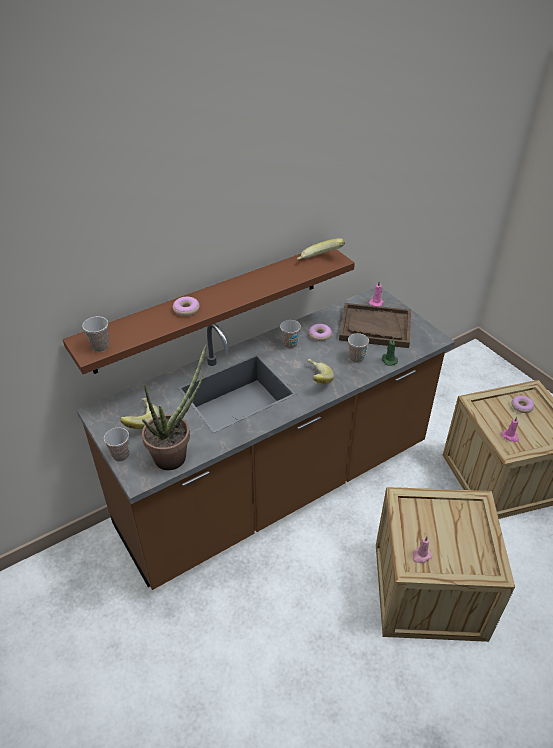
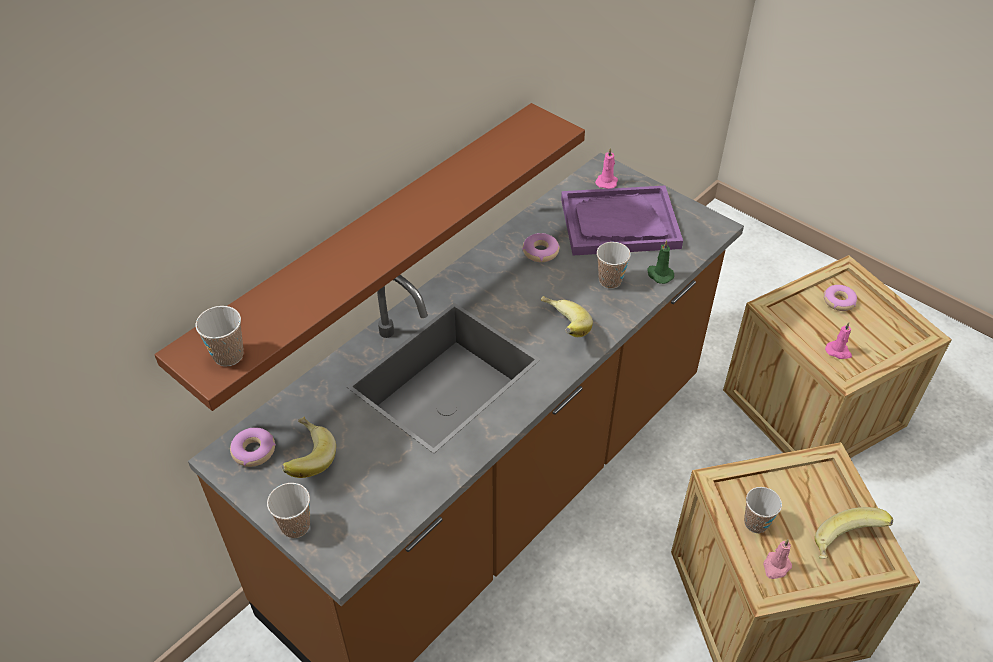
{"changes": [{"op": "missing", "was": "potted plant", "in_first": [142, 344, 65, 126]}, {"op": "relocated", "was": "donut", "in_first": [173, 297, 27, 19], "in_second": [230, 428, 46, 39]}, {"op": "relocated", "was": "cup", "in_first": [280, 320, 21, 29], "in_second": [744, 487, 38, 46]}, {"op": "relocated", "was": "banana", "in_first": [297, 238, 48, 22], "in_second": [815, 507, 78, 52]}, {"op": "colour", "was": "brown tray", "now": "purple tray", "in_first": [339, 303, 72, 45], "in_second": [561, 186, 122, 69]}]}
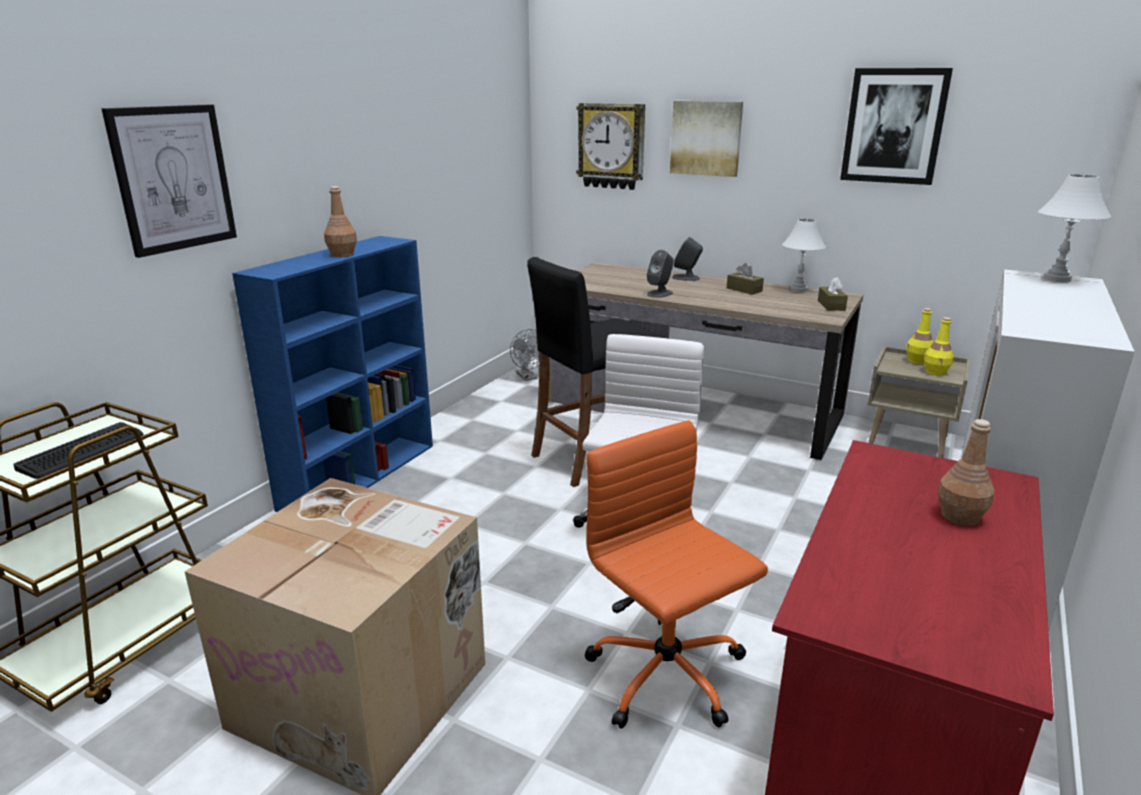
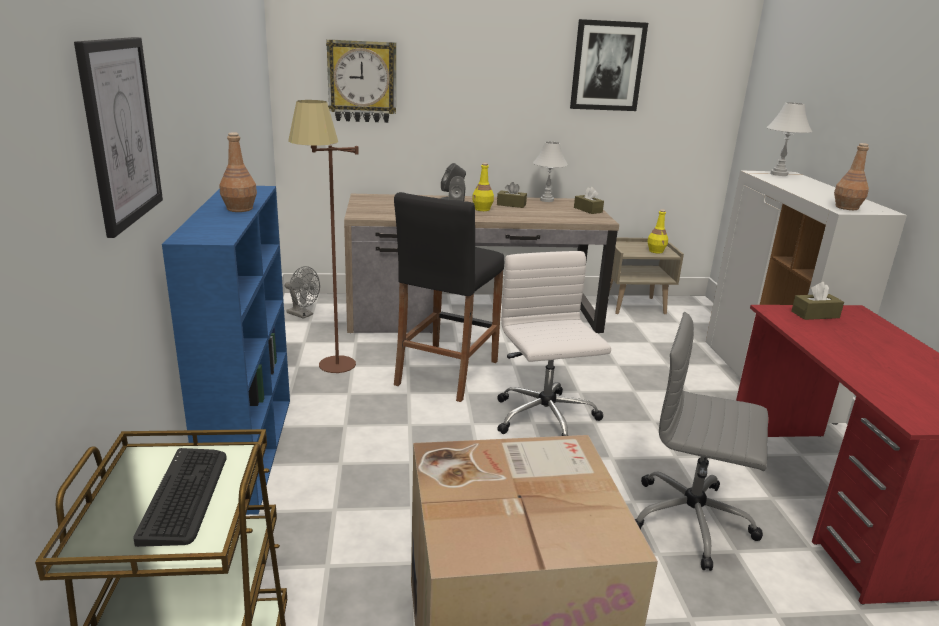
{"changes": [{"op": "colour", "was": "orange office chair", "now": "grey office chair", "in_first": [584, 420, 184, 309], "in_second": [635, 312, 134, 259]}, {"op": "missing", "was": "picture", "in_first": [670, 101, 73, 76]}, {"op": "relocated", "was": "yellow bottle", "in_first": [906, 308, 28, 56], "in_second": [472, 163, 22, 48]}, {"op": "relocated", "was": "brown bottle", "in_first": [937, 419, 58, 107], "in_second": [834, 143, 35, 67]}, {"op": "appeared", "now": "brown floor lamp", "in_second": [288, 100, 71, 273]}, {"op": "appeared", "now": "brown tissue box", "in_second": [791, 282, 53, 38]}]}
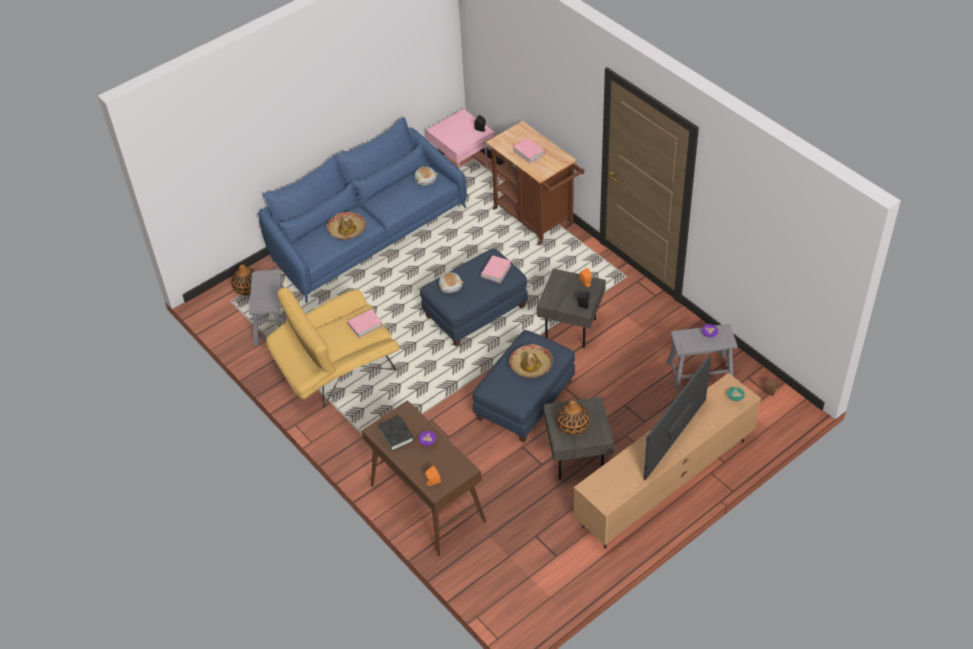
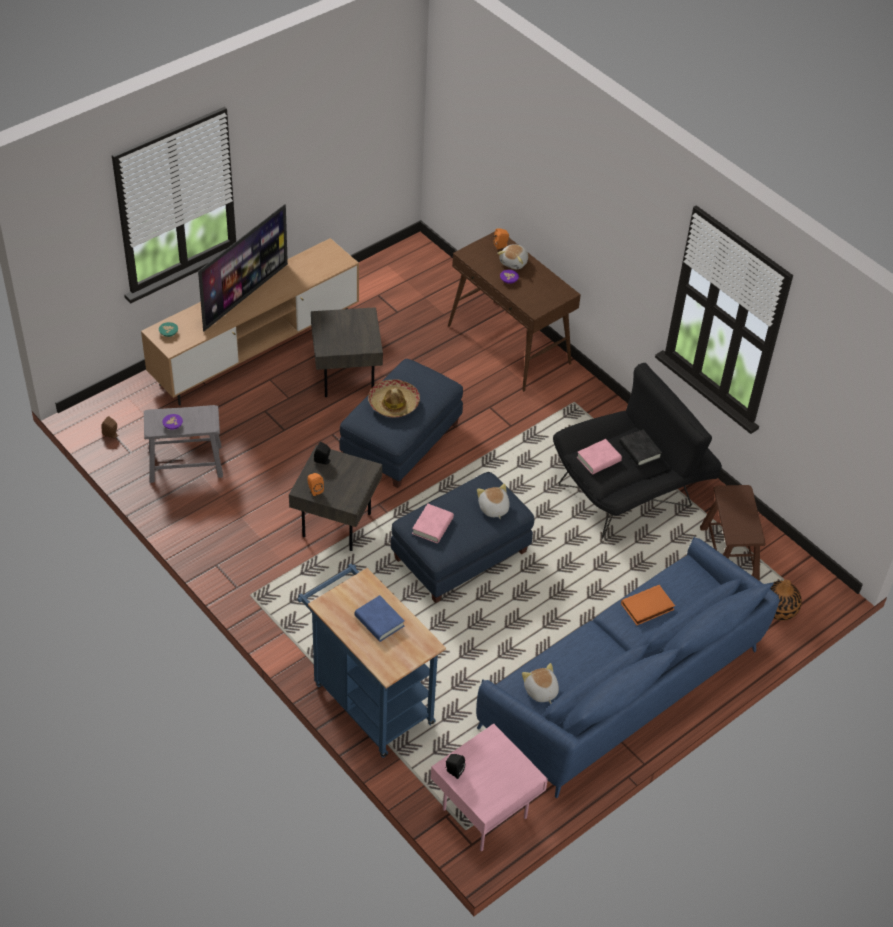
{"changes": [{"op": "colour", "was": "grey stool", "now": "brown stool", "in_first": [249, 269, 36, 77], "in_second": [700, 485, 65, 96]}, {"op": "colour", "was": "yellow armchair", "now": "black armchair", "in_first": [266, 287, 134, 120], "in_second": [553, 363, 169, 176]}, {"op": "exchanged", "was": "hat", "now": "orange book", "in_first": [327, 212, 39, 28], "in_second": [621, 585, 54, 40]}, {"op": "relocated", "was": "black book", "in_first": [378, 416, 36, 35], "in_second": [620, 429, 42, 37]}, {"op": "colour", "was": "brown cart", "now": "blue cart", "in_first": [486, 121, 99, 124], "in_second": [297, 563, 149, 195]}, {"op": "colour", "was": "pink book", "now": "blue book", "in_first": [513, 138, 32, 25], "in_second": [354, 595, 51, 47]}, {"op": "missing", "was": "vase", "in_first": [556, 401, 34, 34]}, {"op": "appeared", "now": "plush toy", "in_second": [497, 244, 31, 25]}]}
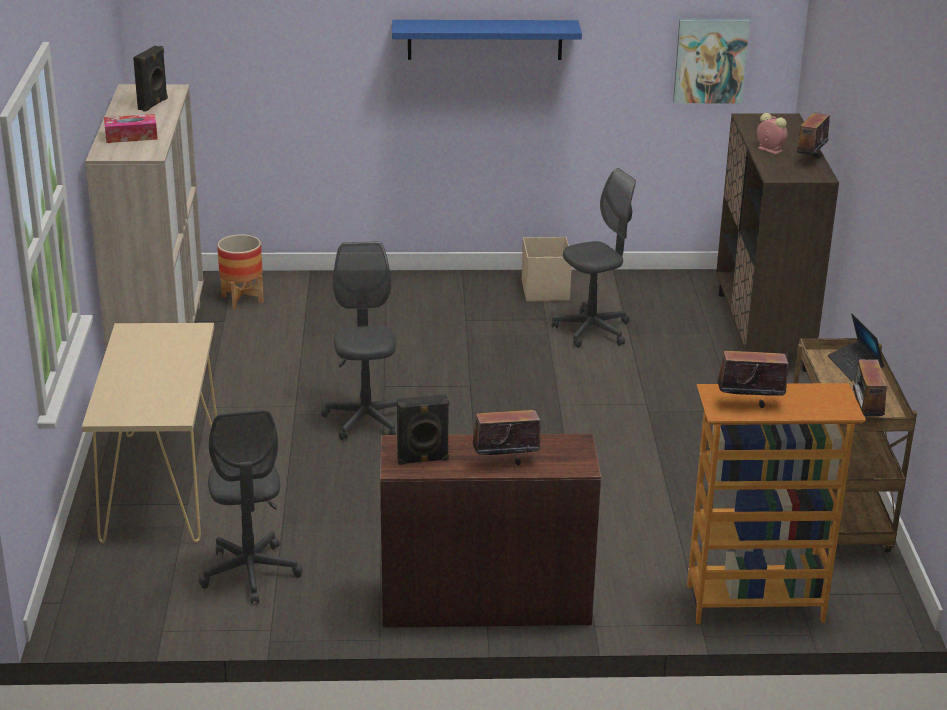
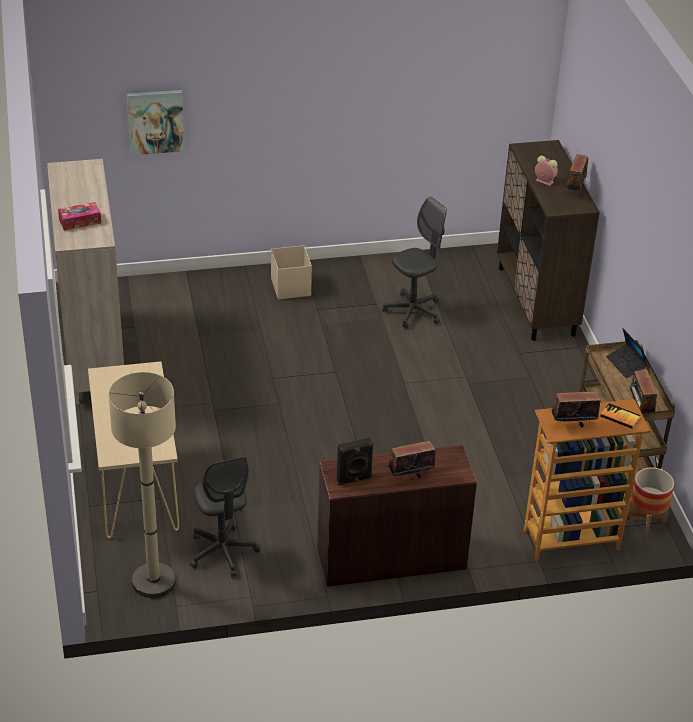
{"changes": [{"op": "missing", "was": "black speaker", "in_first": [133, 46, 35, 66]}, {"op": "relocated", "was": "planter", "in_first": [217, 234, 47, 76], "in_second": [626, 467, 48, 68]}, {"op": "missing", "was": "grey office chair", "in_first": [321, 241, 76, 199]}, {"op": "missing", "was": "blue shelf", "in_first": [392, 20, 190, 40]}, {"op": "relocated", "was": "beige storage box", "in_first": [522, 237, 50, 64], "in_second": [271, 245, 41, 55]}, {"op": "relocated", "was": "picture", "in_first": [673, 19, 77, 84], "in_second": [127, 90, 58, 65]}, {"op": "appeared", "now": "beige floor lamp", "in_second": [109, 372, 67, 226]}, {"op": "appeared", "now": "book", "in_second": [600, 403, 41, 26]}]}
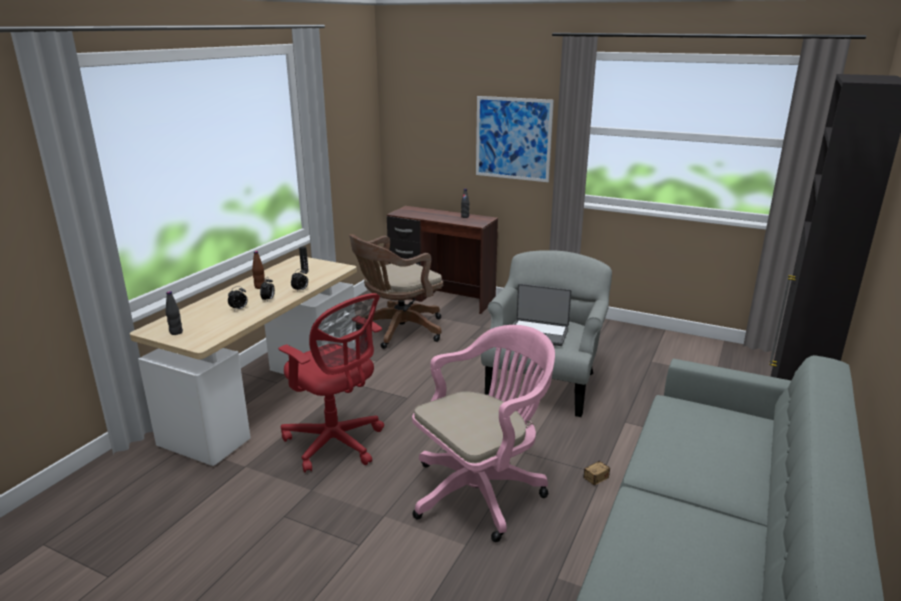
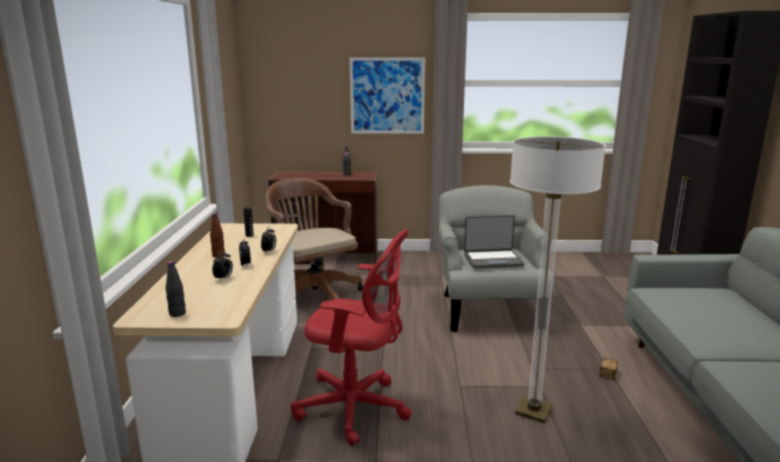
{"changes": [{"op": "spun", "was": "brown office chair", "in_first": [349, 234, 94, 115], "in_second": [266, 178, 97, 122], "clockwise": 120}, {"op": "exchanged", "was": "pink office chair", "now": "floor lamp", "in_first": [412, 325, 143, 217], "in_second": [510, 136, 96, 287]}]}
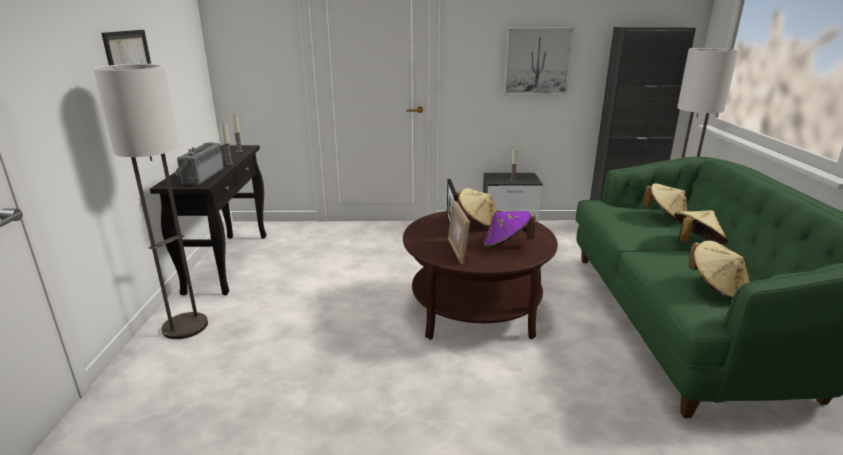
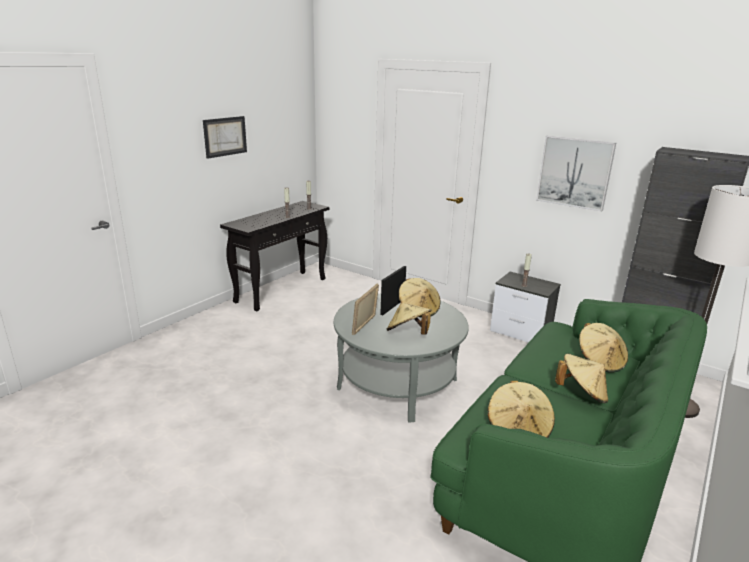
{"changes": [{"op": "missing", "was": "floor lamp", "in_first": [93, 64, 115, 275]}, {"op": "missing", "was": "radio", "in_first": [174, 142, 50, 43]}, {"op": "colour", "was": "brown coffee table", "now": "grey coffee table", "in_first": [403, 209, 155, 131], "in_second": [334, 294, 135, 129]}, {"op": "colour", "was": "purple hat", "now": "beige hat", "in_first": [484, 211, 52, 37], "in_second": [386, 302, 46, 33]}]}
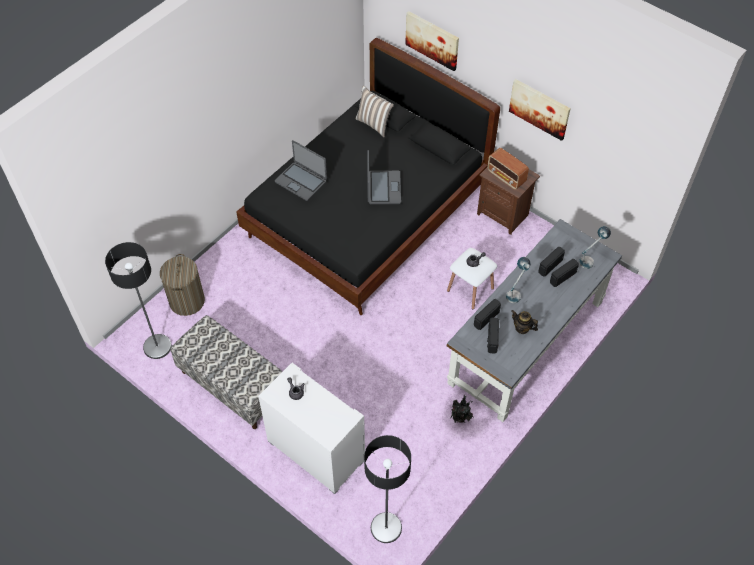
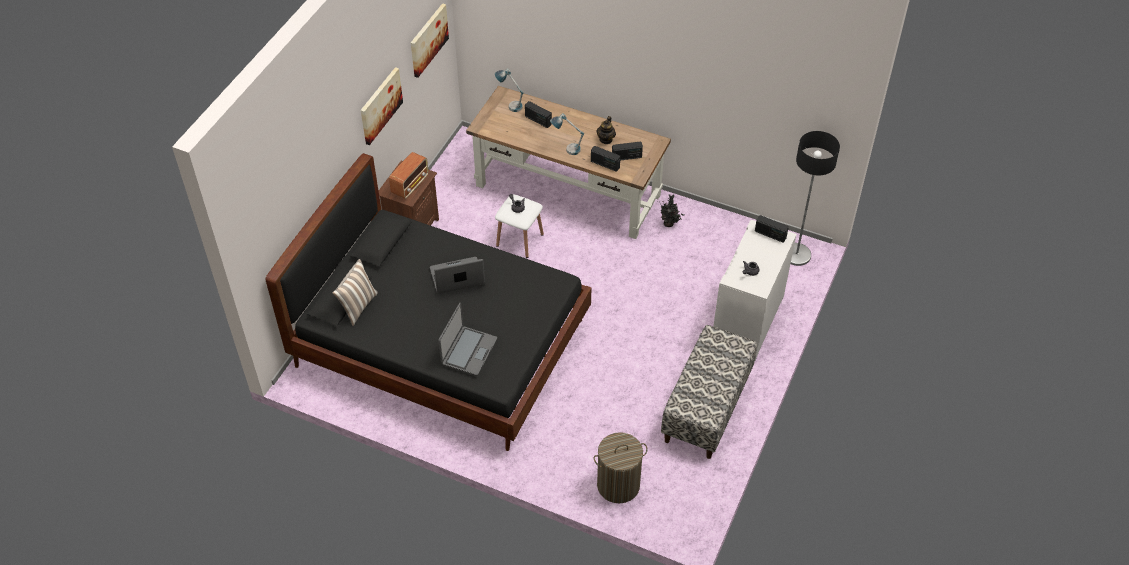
{"changes": [{"op": "missing", "was": "floor lamp", "in_first": [105, 242, 67, 117]}, {"op": "relocated", "was": "picture", "in_first": [405, 11, 54, 60], "in_second": [411, 3, 38, 75]}, {"op": "colour", "was": "grey desk", "now": "brown desk", "in_first": [447, 219, 175, 203], "in_second": [466, 86, 205, 153]}, {"op": "relocated", "was": "radio", "in_first": [538, 246, 27, 31], "in_second": [755, 215, 34, 28]}]}
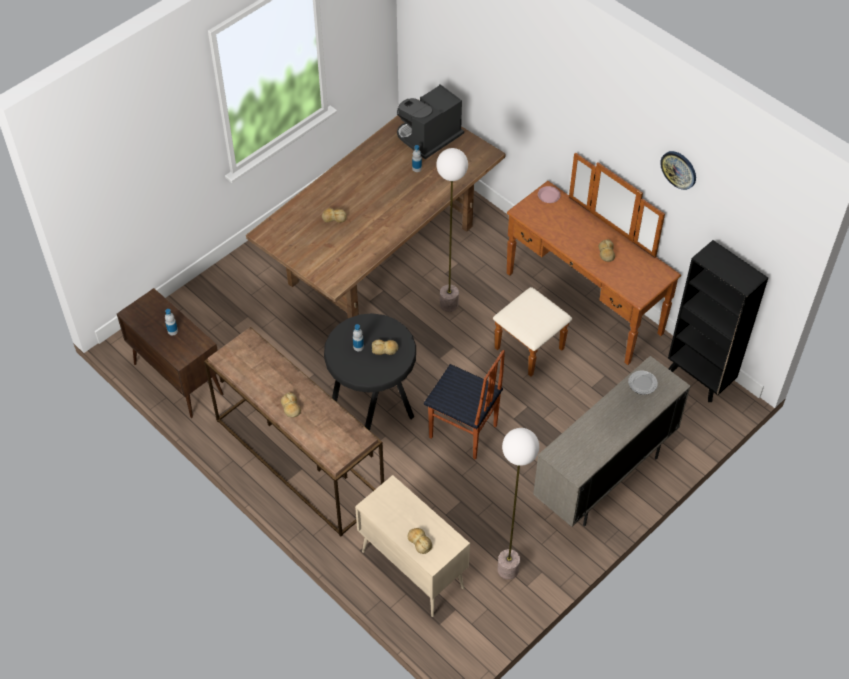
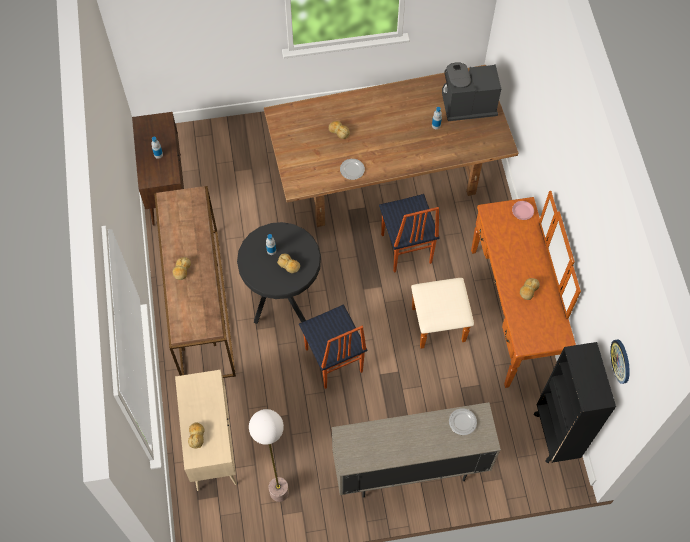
{"changes": [{"op": "exchanged", "was": "floor lamp", "now": "chair", "in_first": [436, 148, 32, 164], "in_second": [379, 194, 61, 79]}, {"op": "relocated", "was": "wall clock", "in_first": [660, 151, 36, 39], "in_second": [610, 339, 20, 45]}, {"op": "appeared", "now": "plate", "in_second": [340, 159, 25, 21]}]}
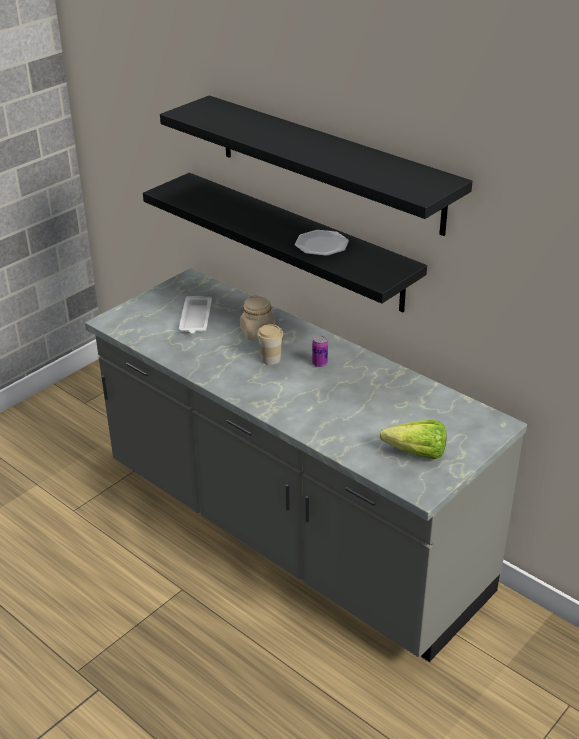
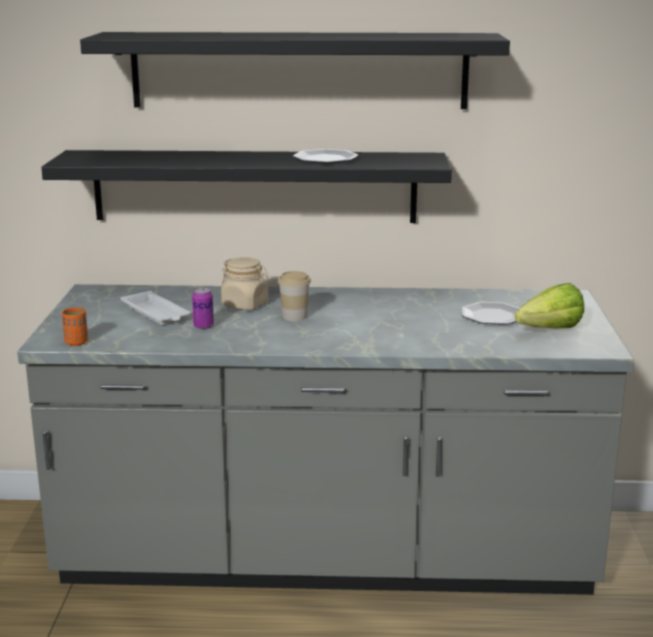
{"changes": [{"op": "relocated", "was": "can", "in_first": [312, 336, 16, 31], "in_second": [192, 288, 22, 41]}, {"op": "appeared", "now": "orange cup", "in_second": [62, 308, 26, 38]}, {"op": "appeared", "now": "plate", "in_second": [461, 302, 58, 23]}]}
